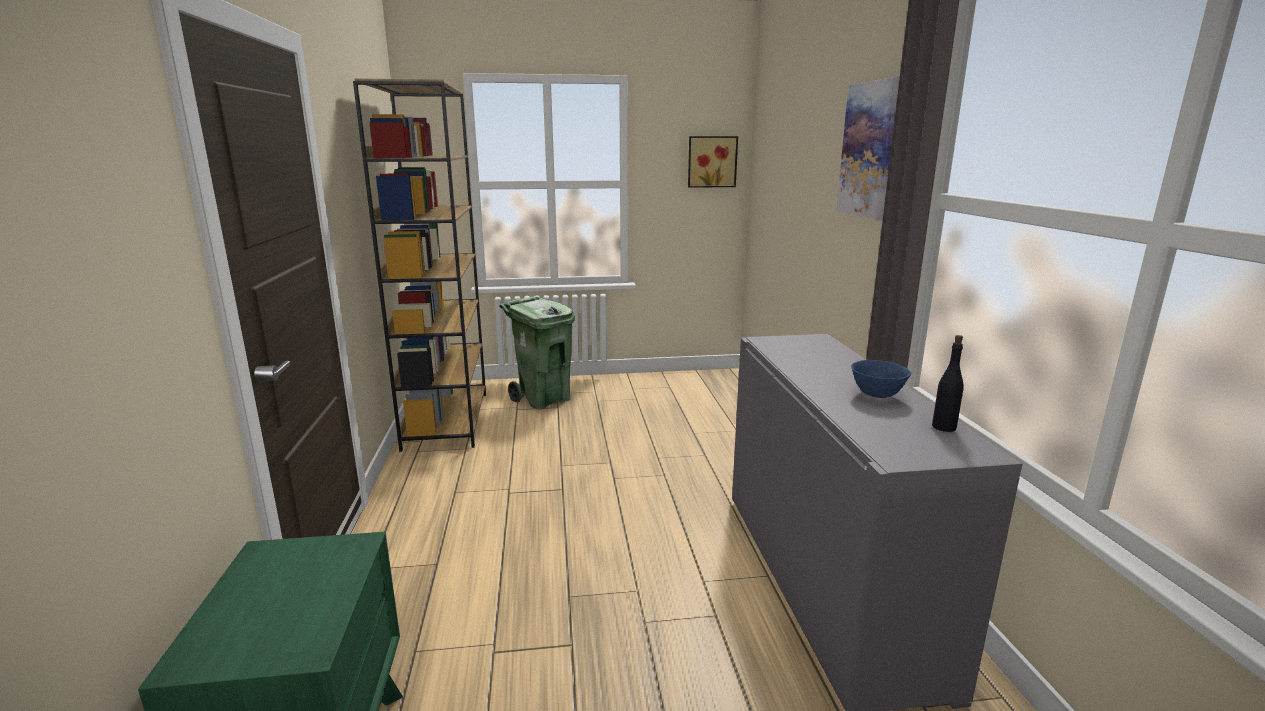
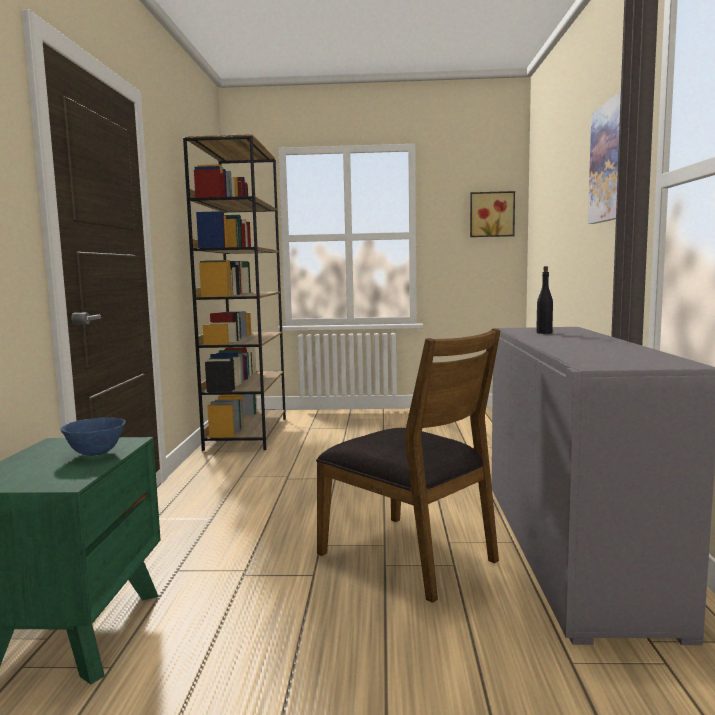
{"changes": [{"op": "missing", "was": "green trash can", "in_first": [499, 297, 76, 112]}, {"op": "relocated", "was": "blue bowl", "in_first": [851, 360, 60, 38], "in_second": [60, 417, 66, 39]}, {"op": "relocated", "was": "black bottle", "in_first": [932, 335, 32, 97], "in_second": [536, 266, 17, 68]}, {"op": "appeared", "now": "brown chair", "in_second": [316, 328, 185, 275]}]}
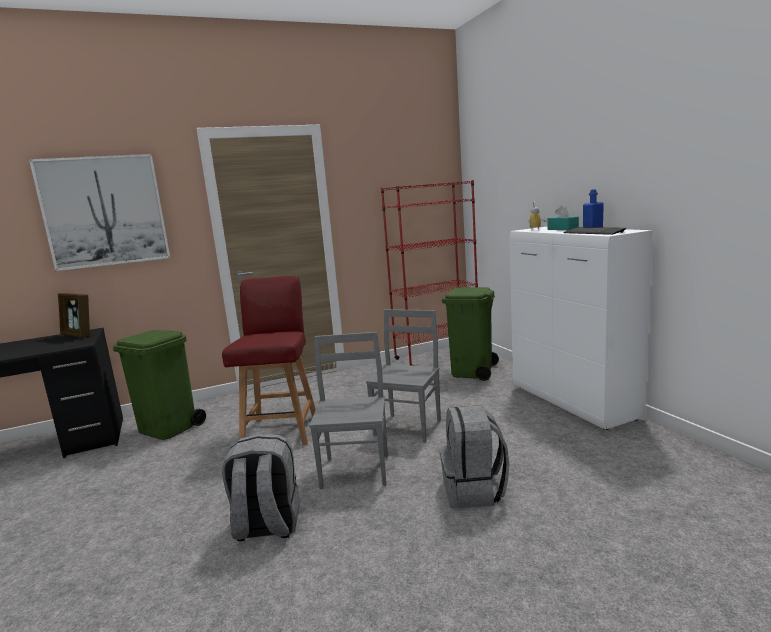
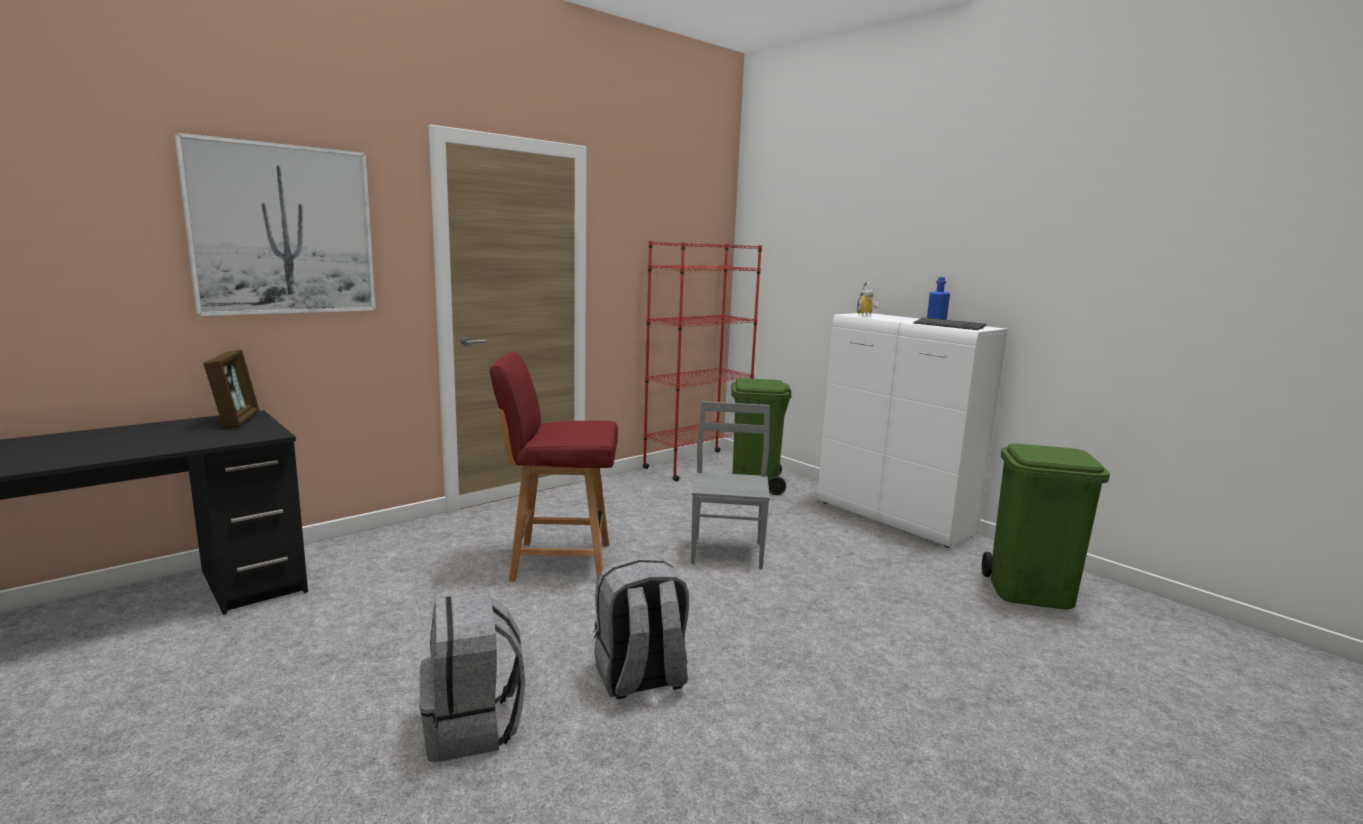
{"changes": [{"op": "spun", "was": "picture frame", "in_first": [58, 293, 32, 45], "in_second": [203, 349, 56, 80], "clockwise": -120}, {"op": "relocated", "was": "green trash can", "in_first": [113, 330, 93, 110], "in_second": [982, 443, 128, 167]}, {"op": "spun", "was": "red chair", "in_first": [222, 276, 94, 169], "in_second": [490, 351, 128, 230], "clockwise": -75}, {"op": "missing", "was": "grey chair", "in_first": [309, 332, 79, 157]}, {"op": "relocated", "was": "grey backpack", "in_first": [440, 405, 69, 103], "in_second": [419, 592, 106, 170]}, {"op": "missing", "was": "turquoise tissue box", "in_first": [548, 206, 31, 24]}]}
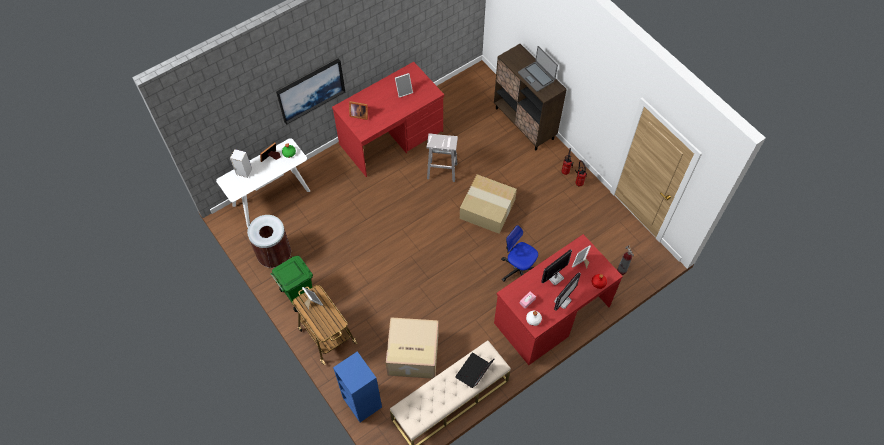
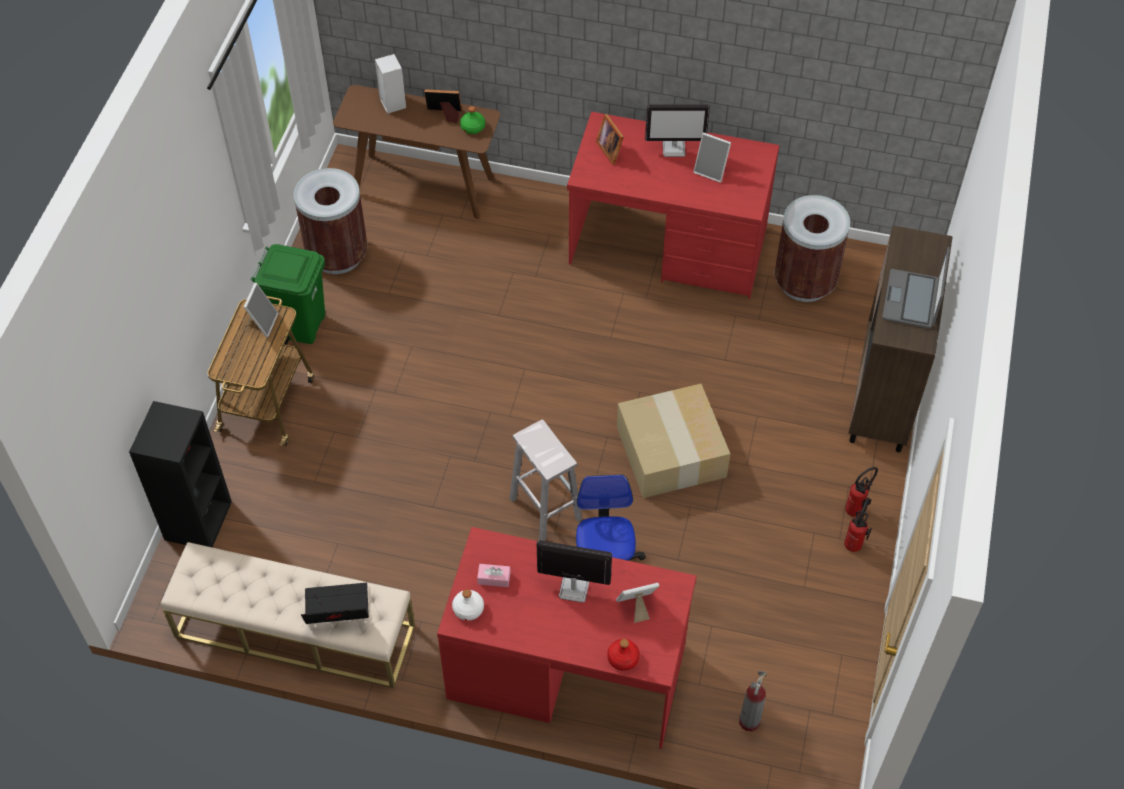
{"changes": [{"op": "colour", "was": "white console table", "now": "brown console table", "in_first": [216, 138, 94, 89], "in_second": [333, 85, 167, 134]}, {"op": "missing", "was": "picture", "in_first": [276, 59, 69, 66]}, {"op": "colour", "was": "blue bookcase", "now": "black bookcase", "in_first": [333, 351, 49, 71], "in_second": [129, 401, 103, 146]}, {"op": "missing", "was": "cardboard box", "in_first": [386, 317, 53, 62]}, {"op": "relocated", "was": "white stool", "in_first": [427, 133, 31, 49], "in_second": [509, 419, 73, 122]}, {"op": "relocated", "was": "monitor", "in_first": [554, 272, 27, 39], "in_second": [645, 104, 65, 53]}, {"op": "appeared", "now": "brown trash can", "in_second": [774, 195, 76, 107]}]}
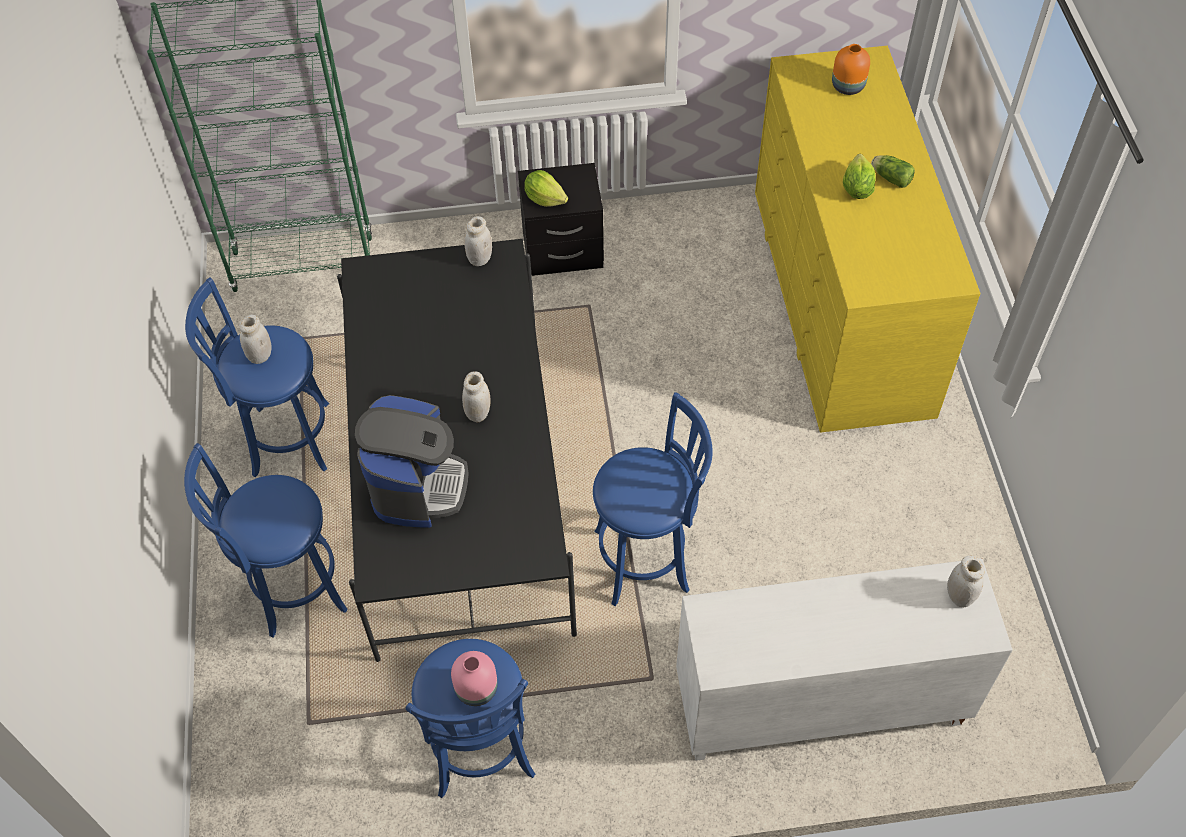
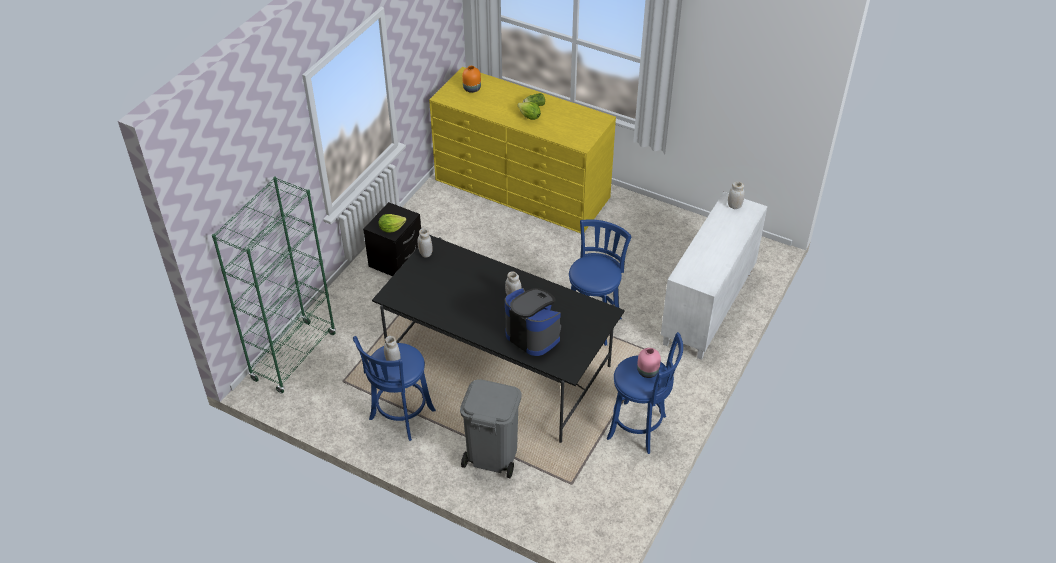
{"changes": [{"op": "exchanged", "was": "blue stool", "now": "grey trash can", "in_first": [184, 443, 164, 195], "in_second": [460, 379, 61, 99]}]}
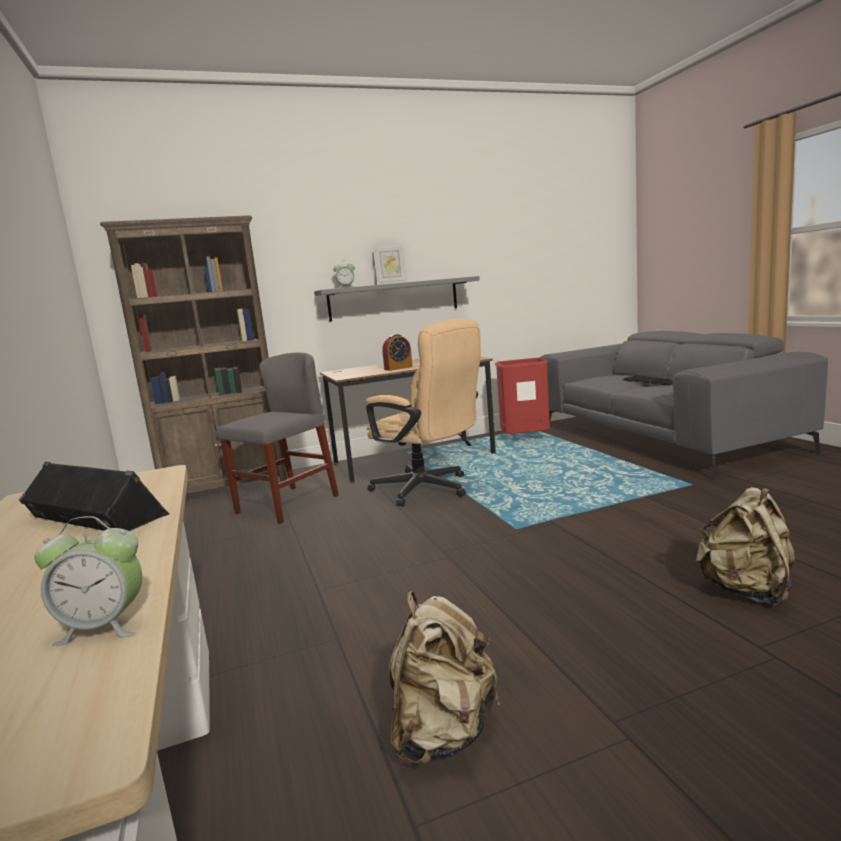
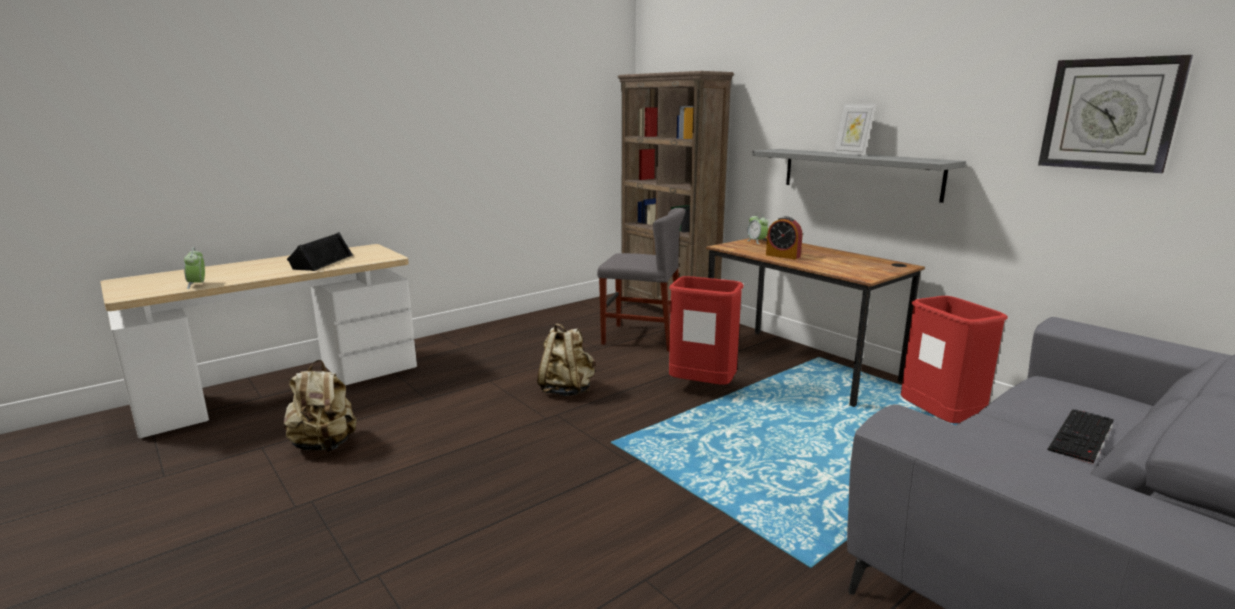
{"changes": [{"op": "relocated", "was": "alarm clock", "in_first": [333, 261, 22, 27], "in_second": [746, 213, 22, 31]}, {"op": "exchanged", "was": "beige office chair", "now": "red trash can", "in_first": [366, 319, 115, 188], "in_second": [669, 276, 75, 109]}, {"op": "relocated", "was": "beige backpack", "in_first": [696, 487, 99, 119], "in_second": [537, 323, 58, 73]}, {"op": "appeared", "now": "wall clock", "in_second": [1038, 55, 155, 118]}]}
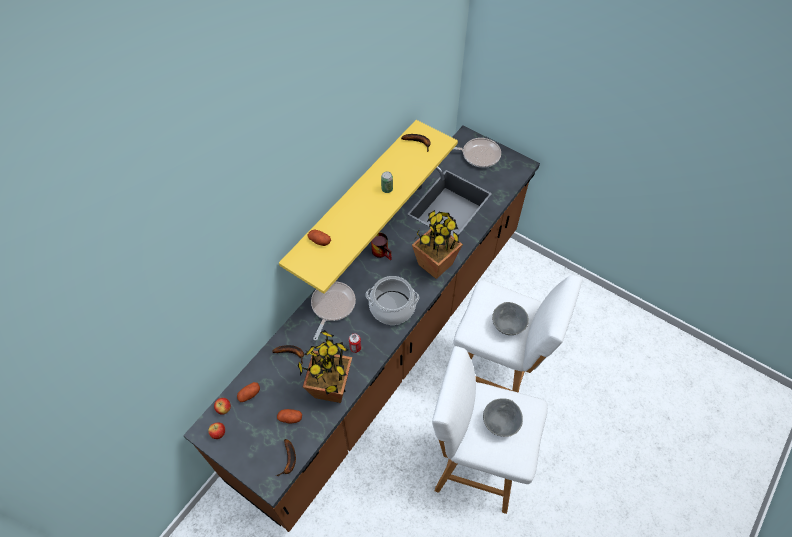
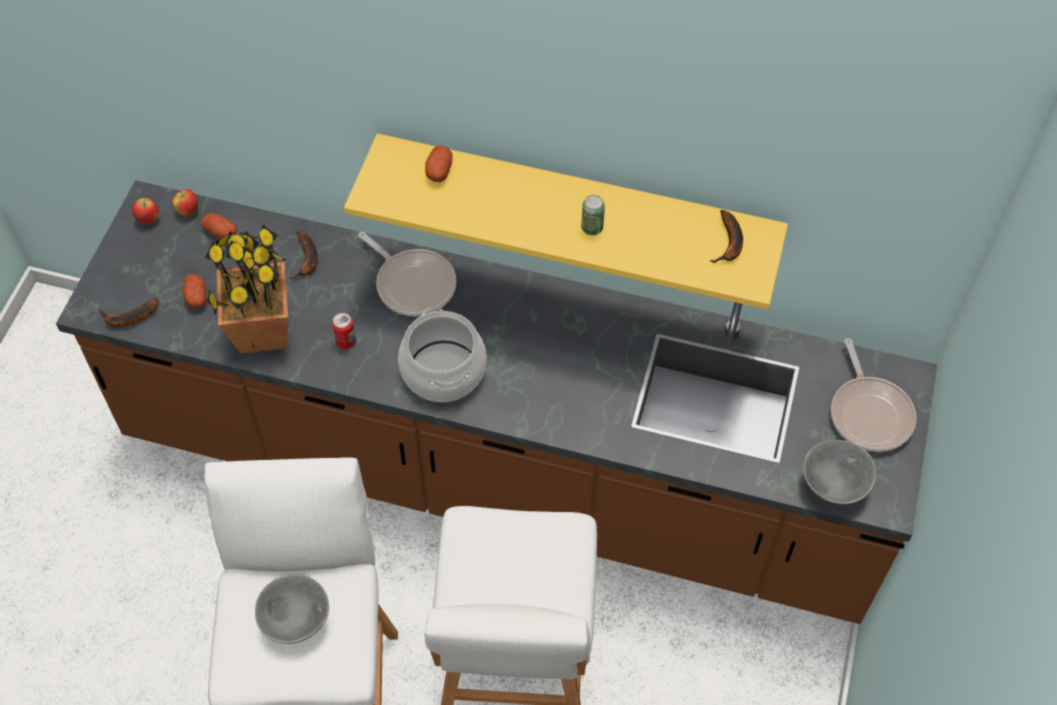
{"changes": [{"op": "spun", "was": "frying pan", "in_first": [311, 281, 45, 60], "in_second": [358, 232, 98, 85], "clockwise": 45}, {"op": "missing", "was": "mug", "in_first": [371, 233, 20, 27]}, {"op": "missing", "was": "potted plant", "in_first": [412, 210, 51, 69]}, {"op": "relocated", "was": "grey bowl", "in_first": [492, 302, 37, 33], "in_second": [803, 440, 73, 65]}]}
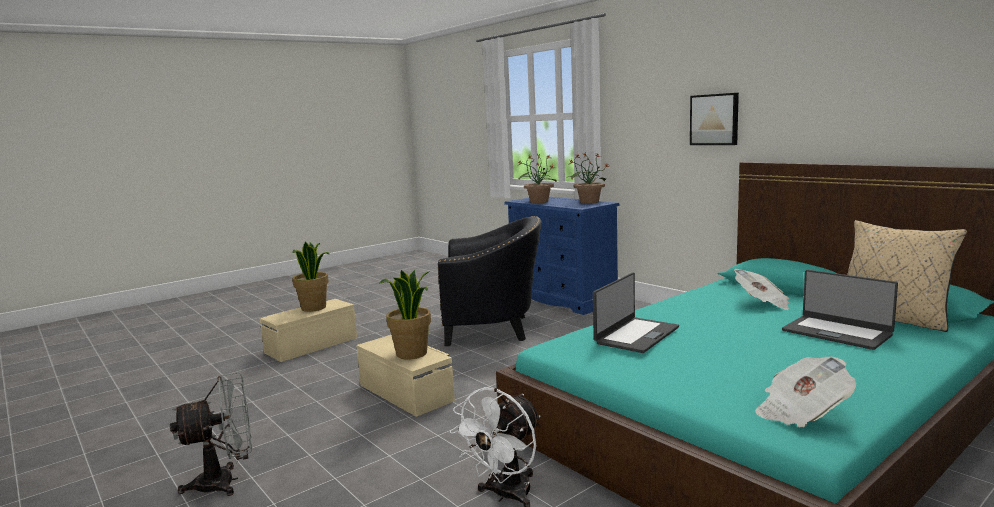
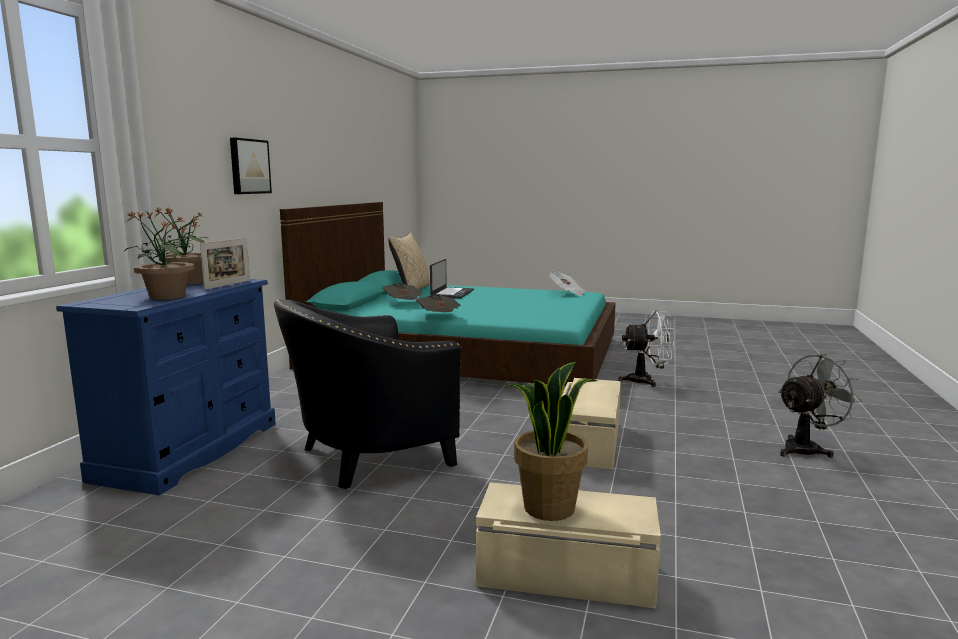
{"changes": [{"op": "spun", "was": "grey fan", "in_first": [170, 372, 82, 124], "in_second": [778, 353, 84, 105], "clockwise": 120}, {"op": "missing", "was": "potted plant", "in_first": [379, 270, 52, 89]}, {"op": "spun", "was": "black armchair", "in_first": [438, 216, 104, 130], "in_second": [274, 300, 187, 189], "clockwise": -90}, {"op": "missing", "was": "laptop", "in_first": [593, 272, 86, 81]}, {"op": "appeared", "now": "picture frame", "in_second": [200, 238, 50, 52]}, {"op": "appeared", "now": "newspaper", "in_second": [416, 295, 44, 17]}]}
